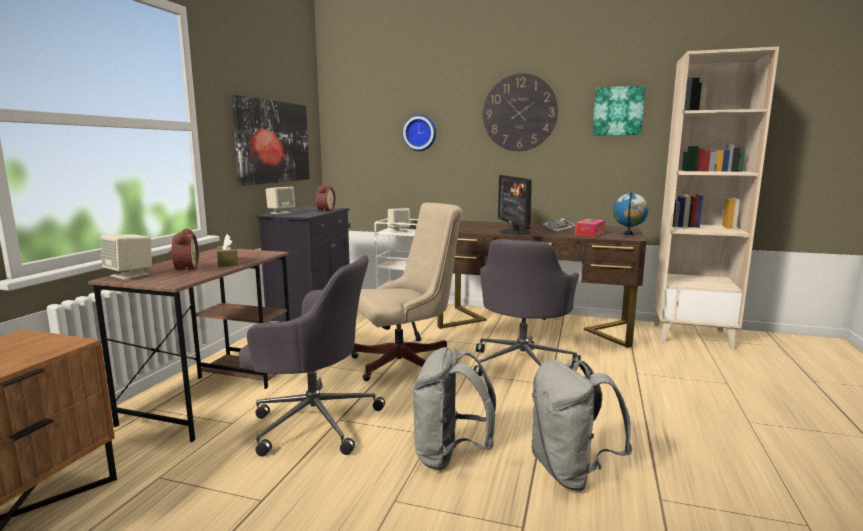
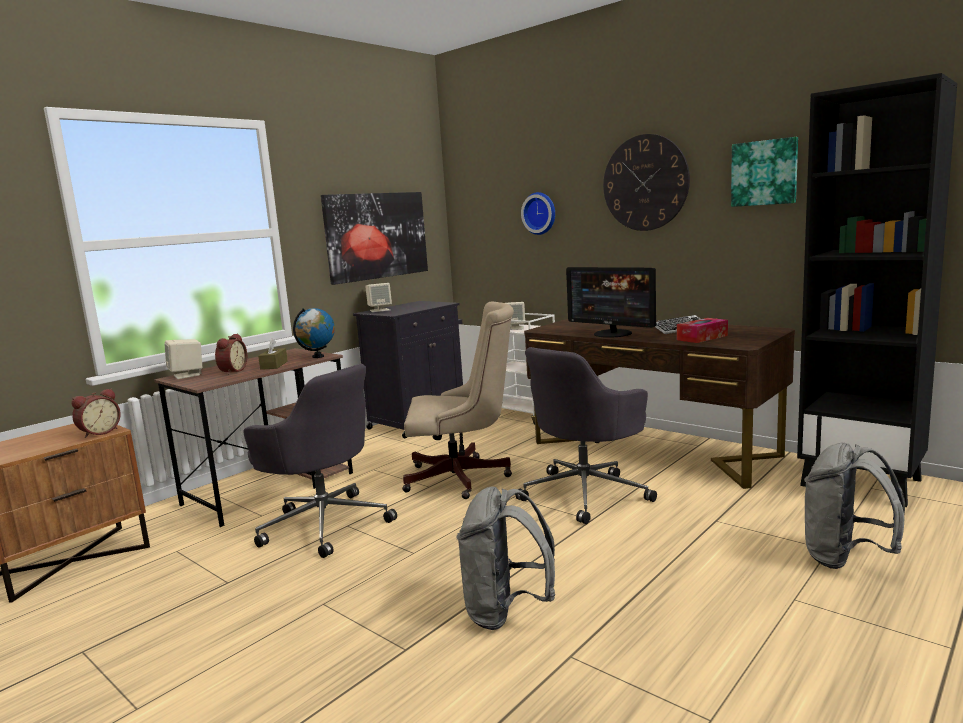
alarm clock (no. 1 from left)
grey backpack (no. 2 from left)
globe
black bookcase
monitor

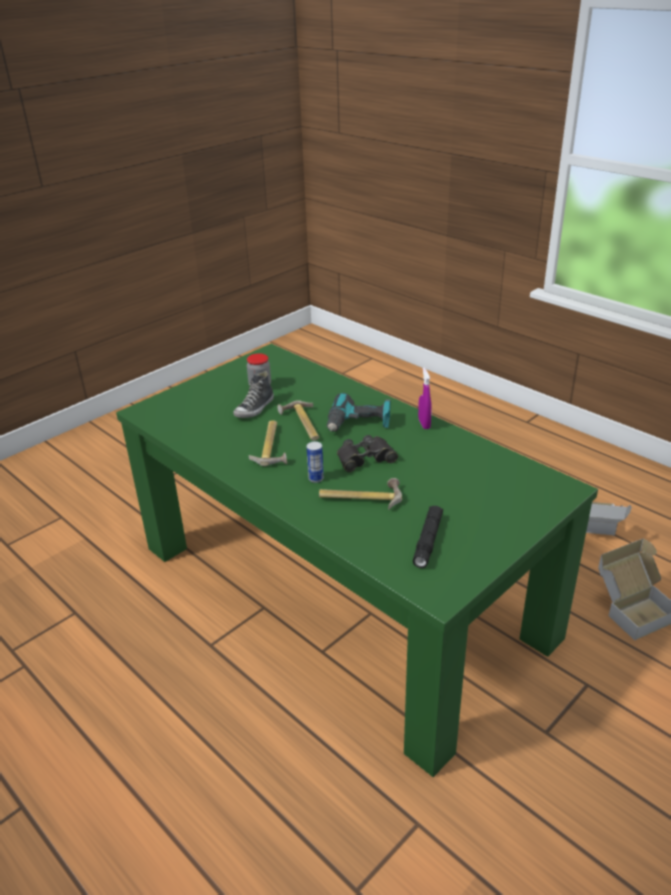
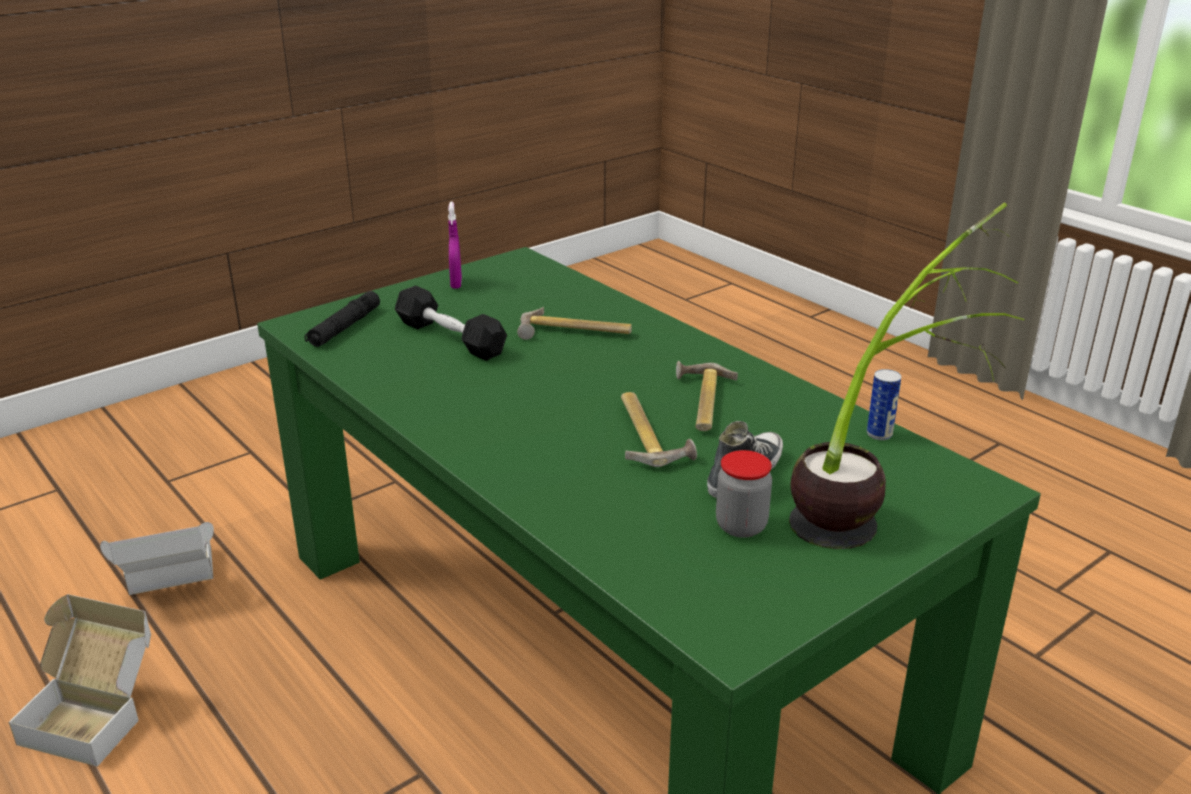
power drill
black binoculars
black dumbbell
potted plant
can
black flashlight
purple spray bottle

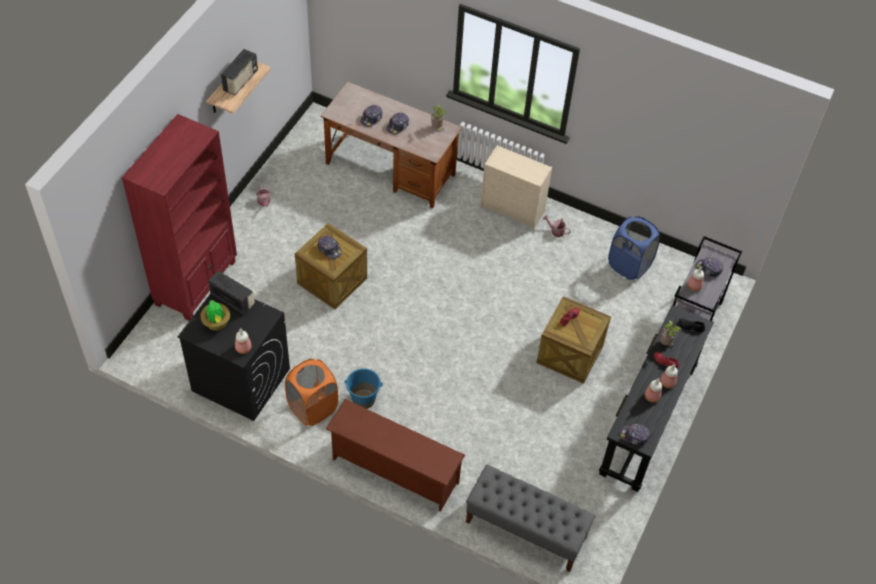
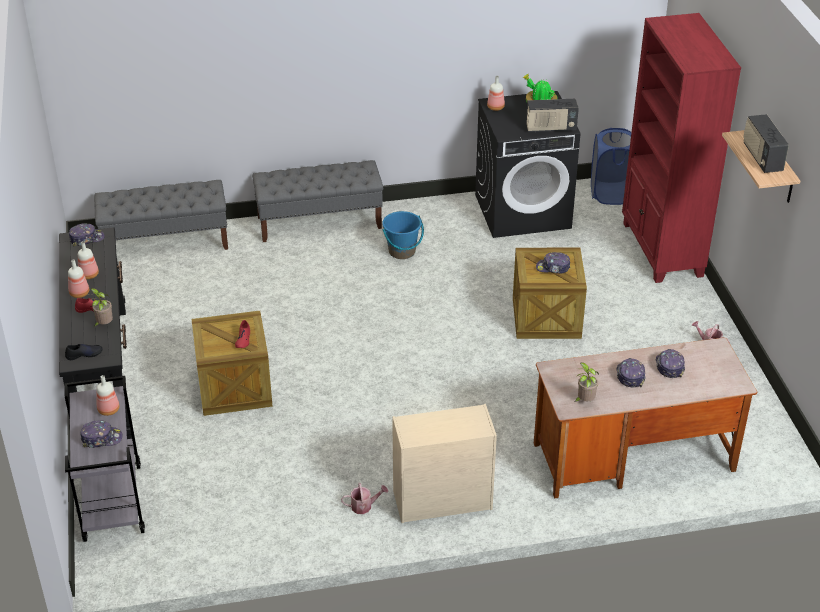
orange laundry basket
blue laundry basket
grey bench (no. 2 from left)

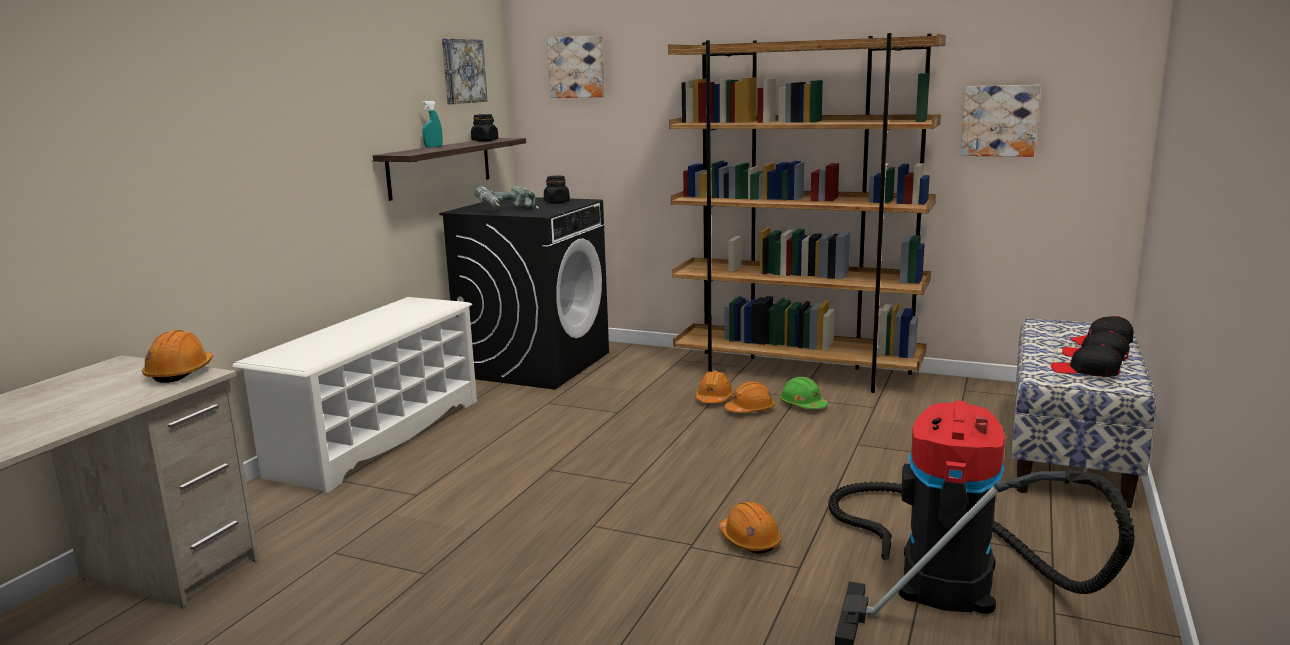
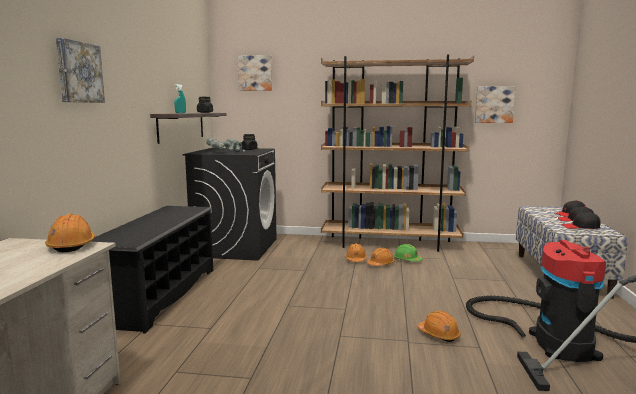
picture (no. 1 from left)
black shoe rack

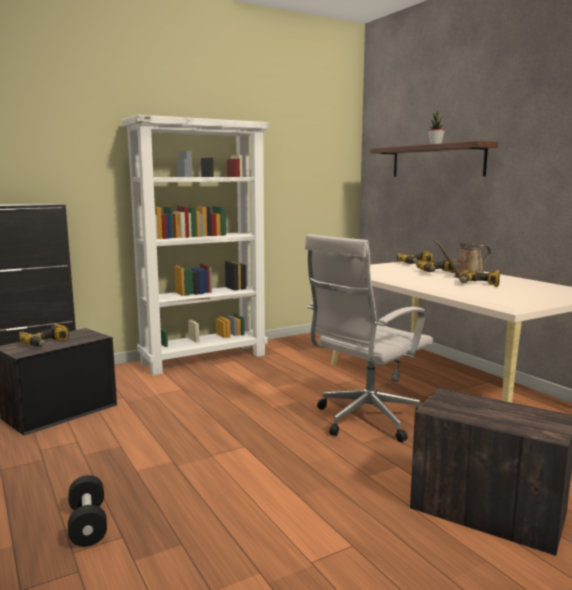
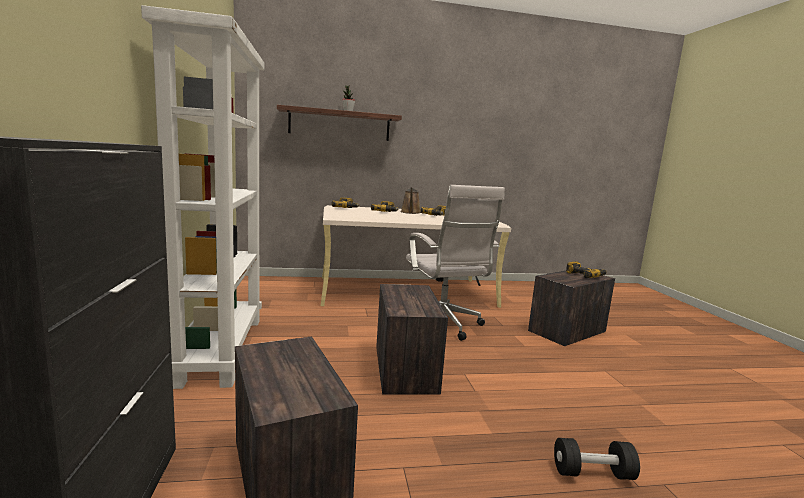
crate (no. 2 from left)
power drill (no. 4 from left)

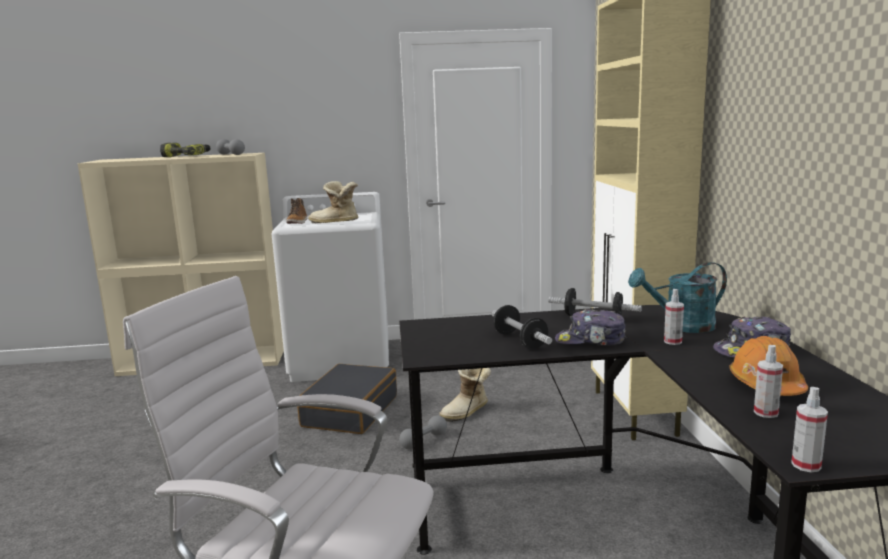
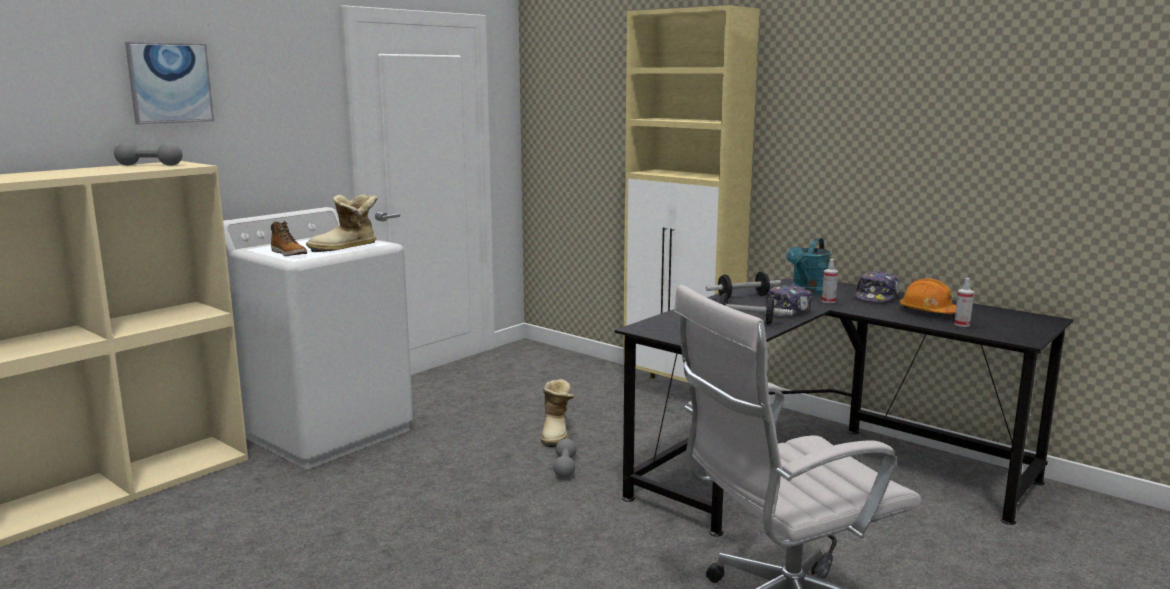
power drill
black suitcase
spray bottle (no. 3 from left in the first image)
picture

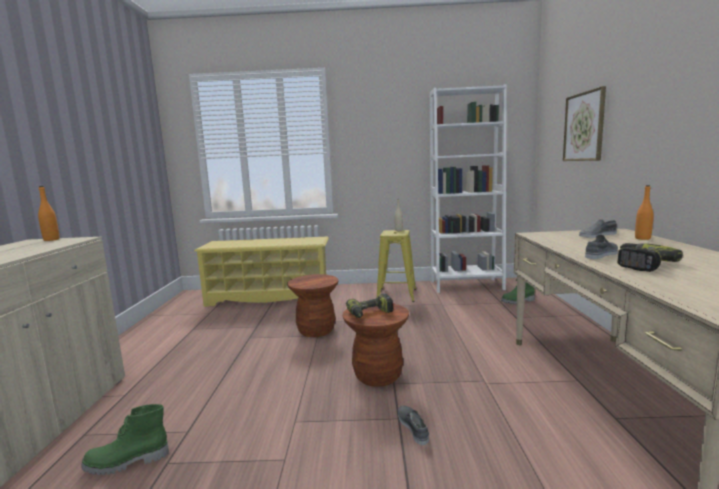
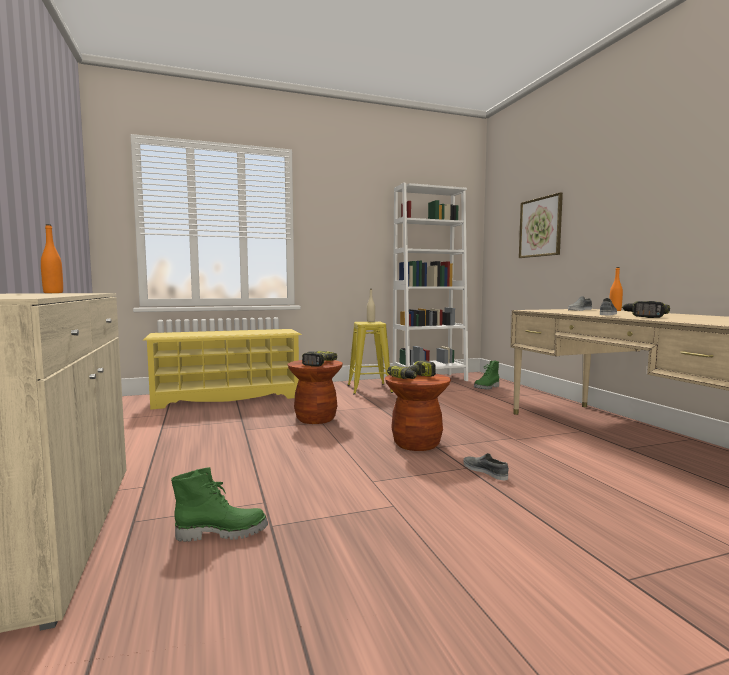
power drill (no. 1 from left)
green boot (no. 1 from left)

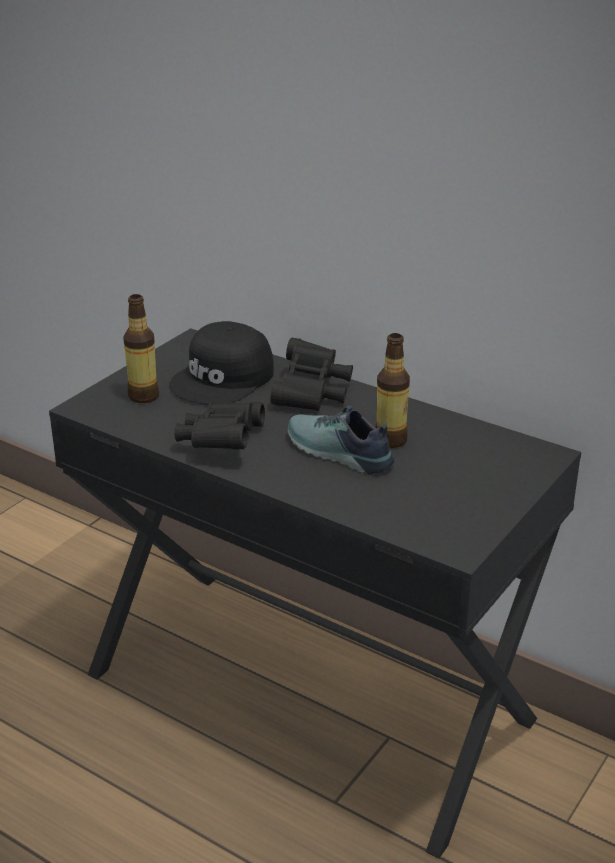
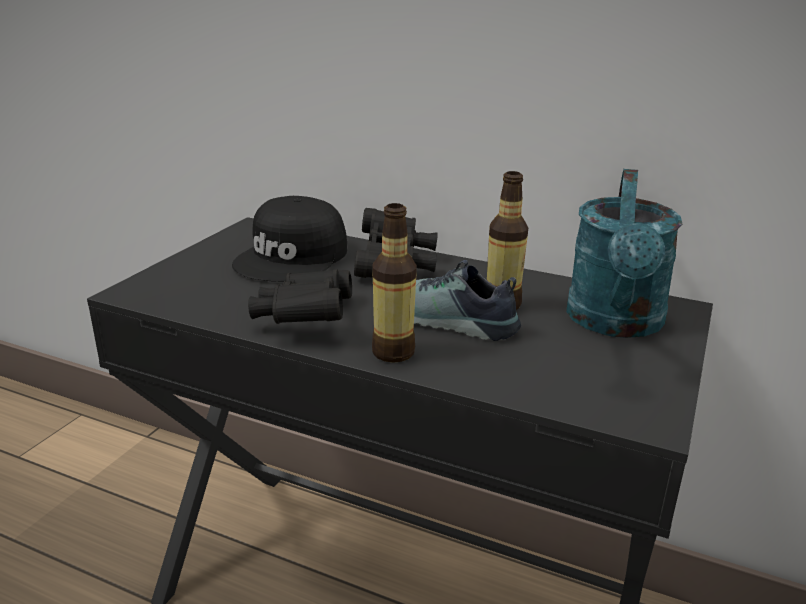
turquoise watering can
bottle (no. 1 from left)

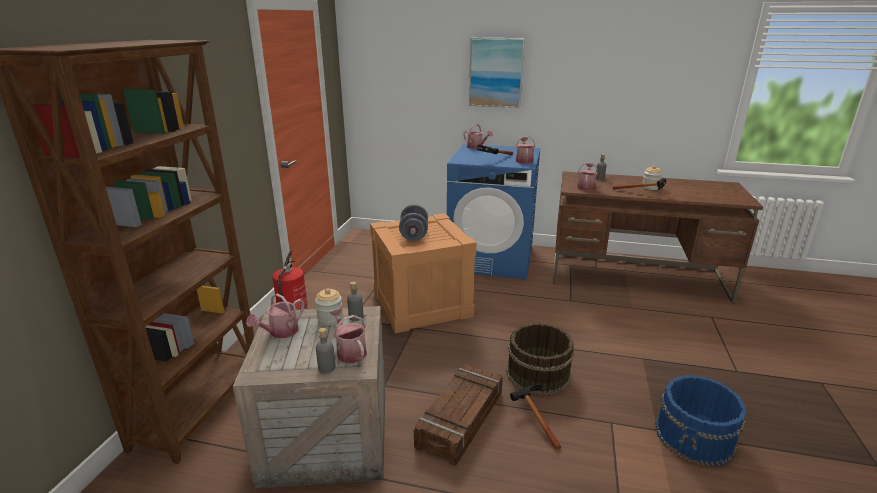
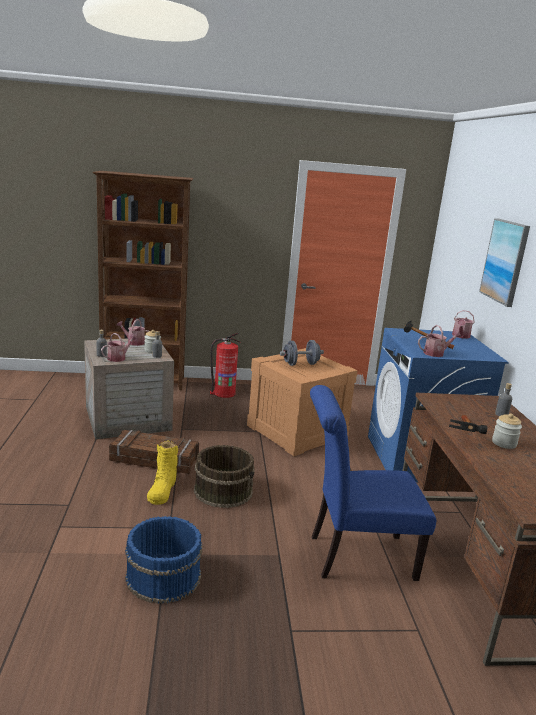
watering can (no. 5 from left in the first image)
blue chair
yellow boot

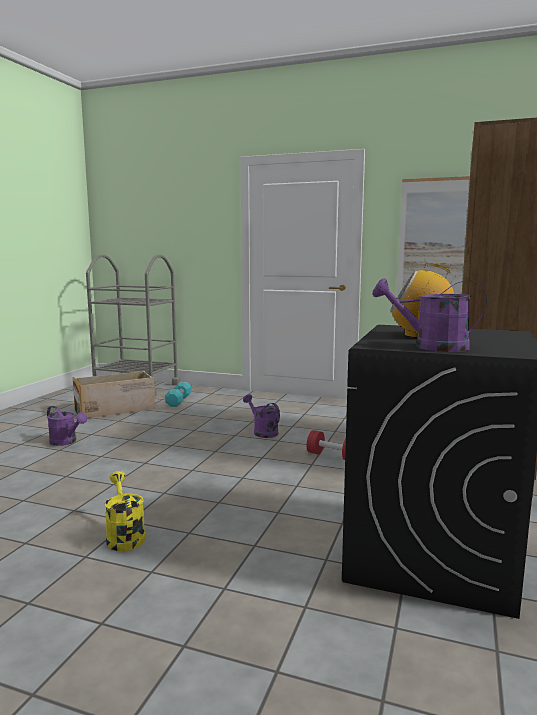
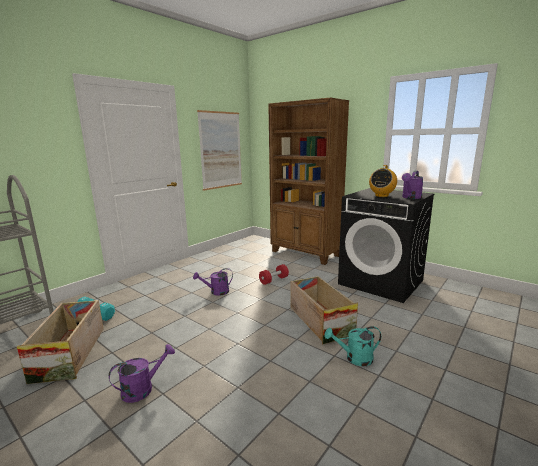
crate (no. 2 from left)
turquoise watering can

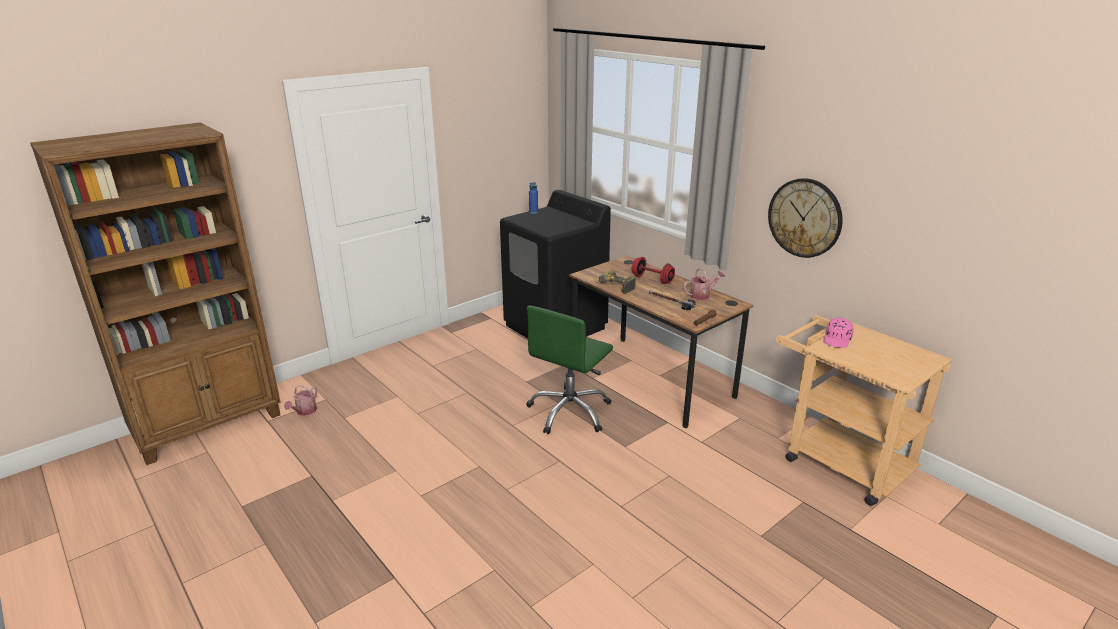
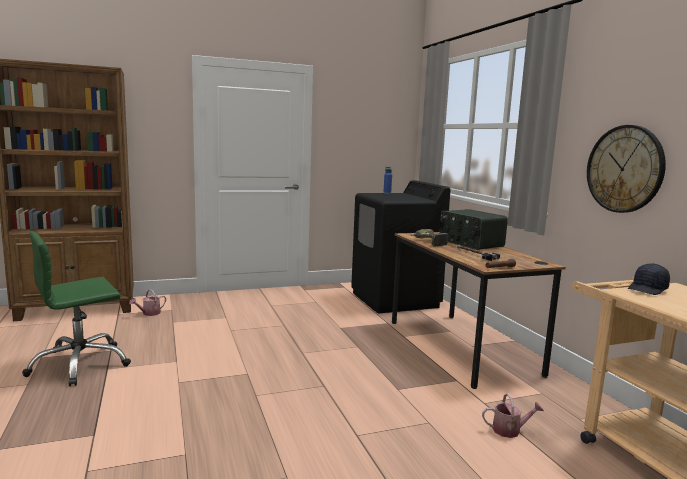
green office chair
watering can (no. 2 from left)
radio
black cap

